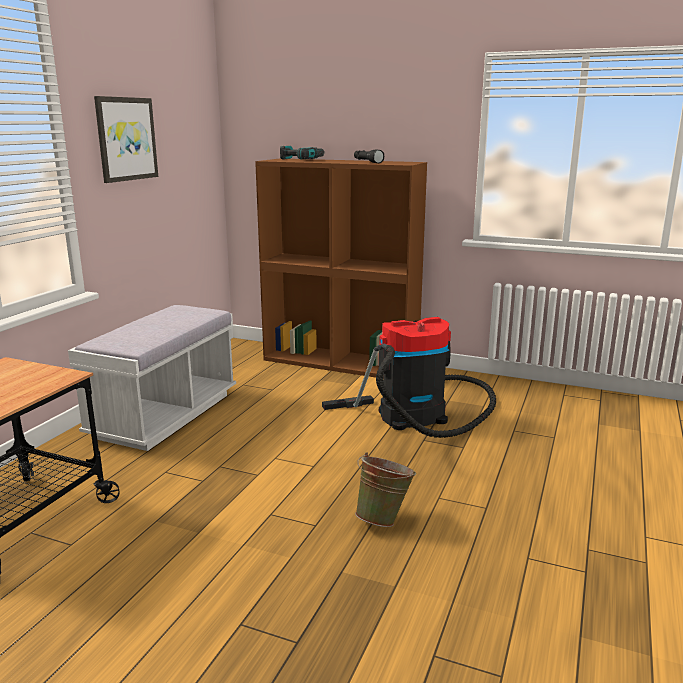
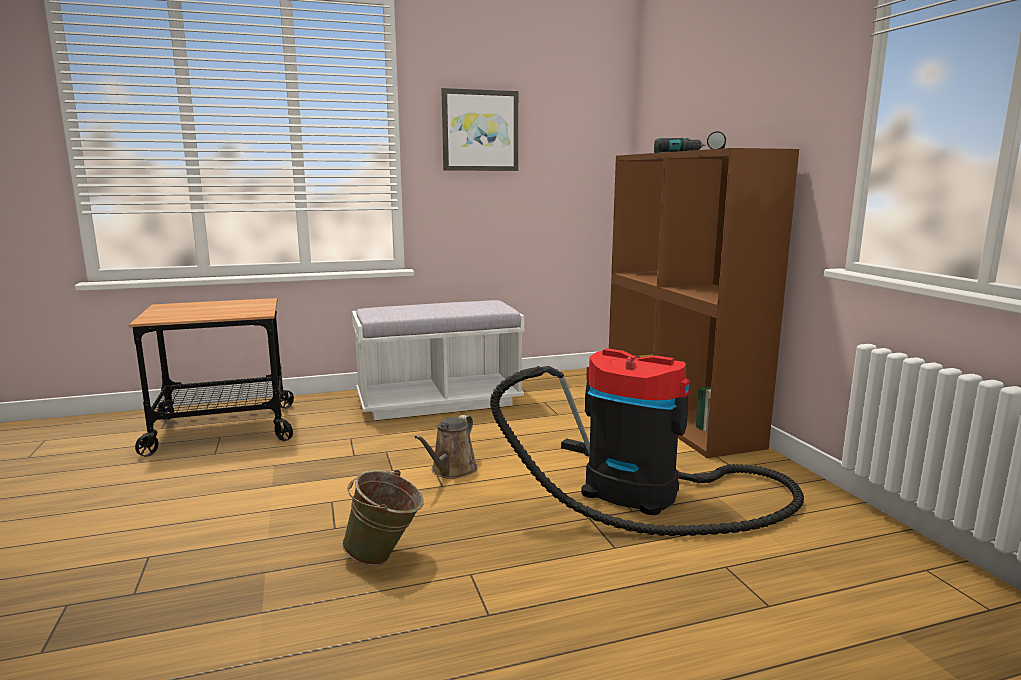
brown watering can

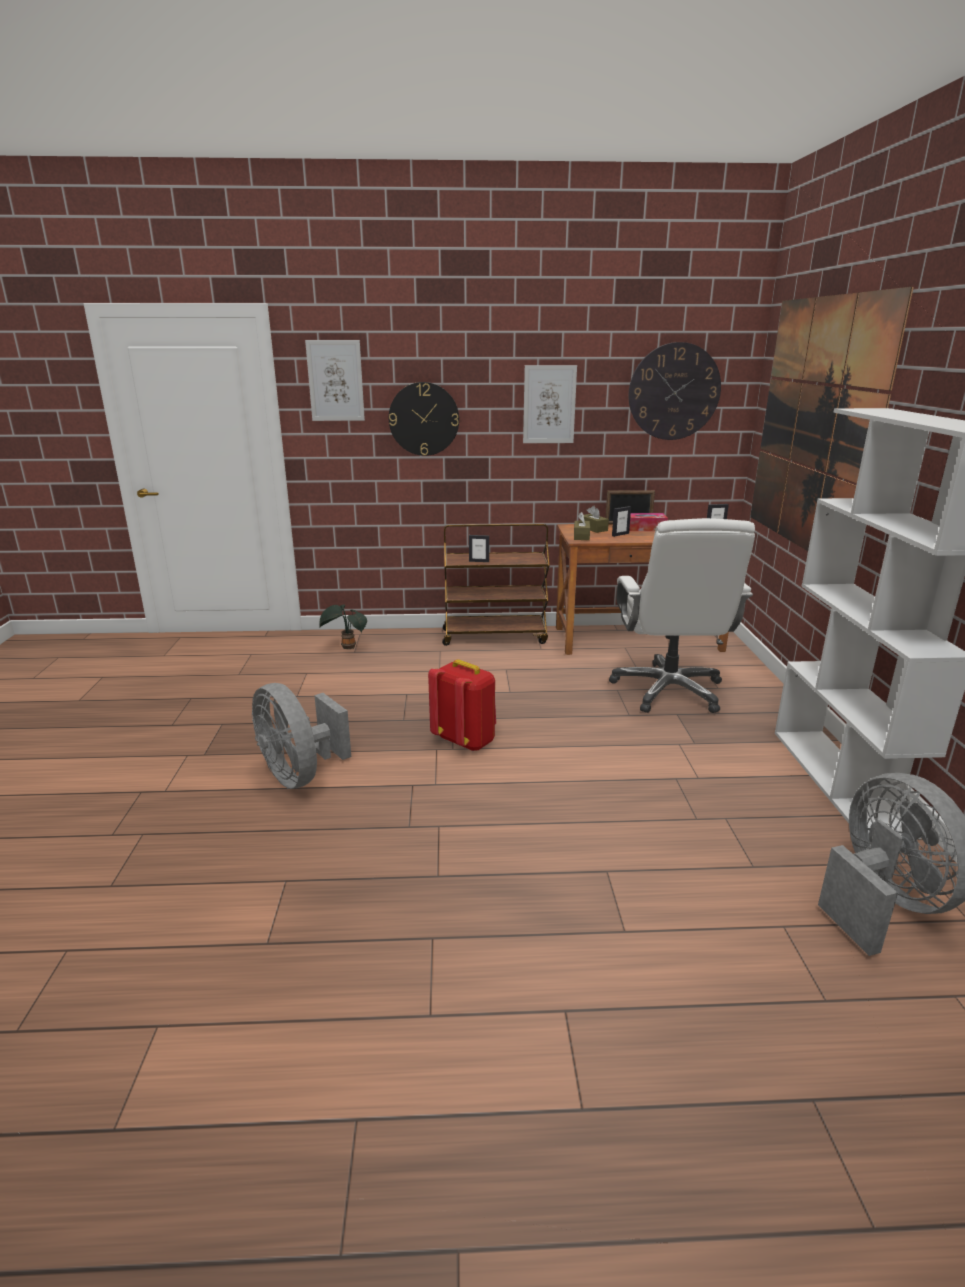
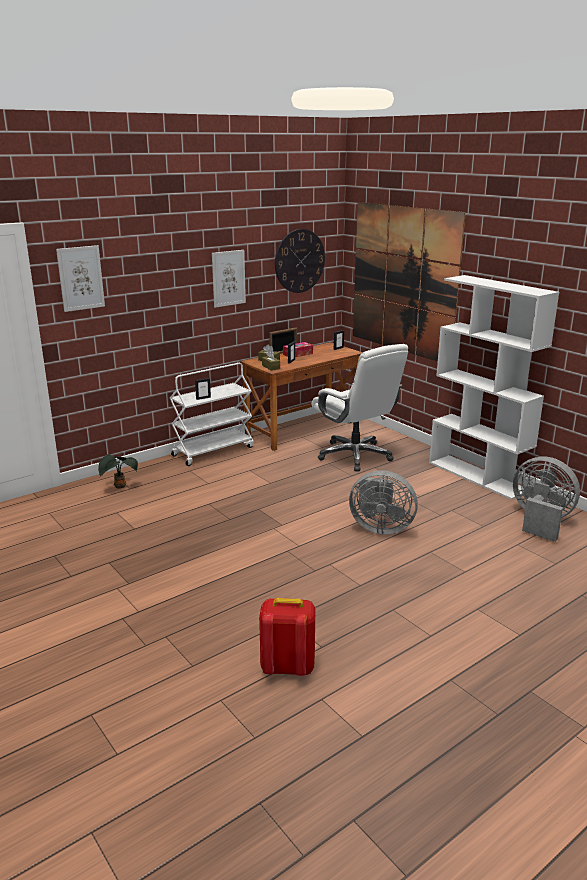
wall clock (no. 1 from left in the first image)
grey fan (no. 1 from left)
red backpack
white cart

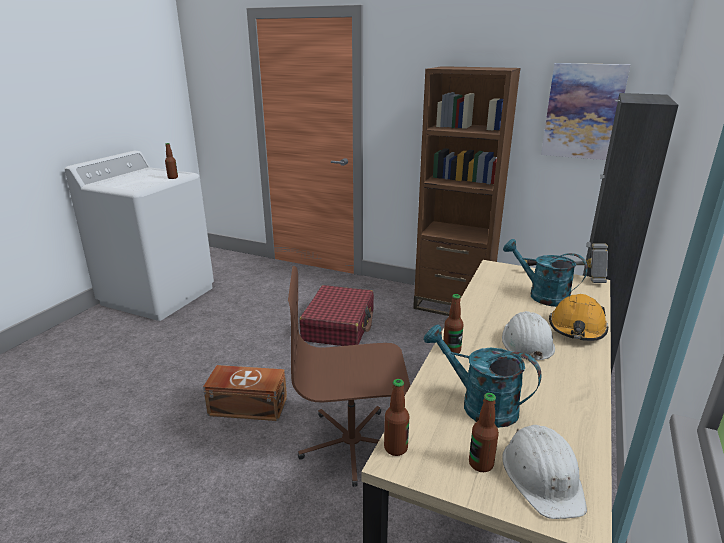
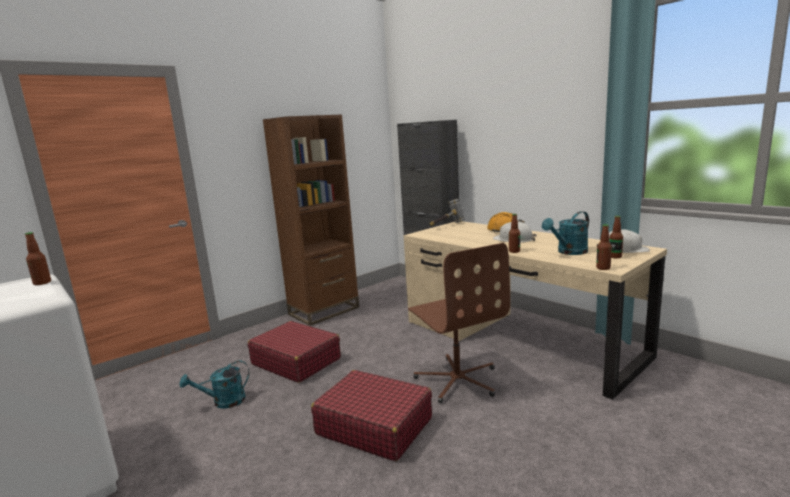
picture
turquoise watering can (no. 1 from left)
red suitcase (no. 2 from left)
brown office chair

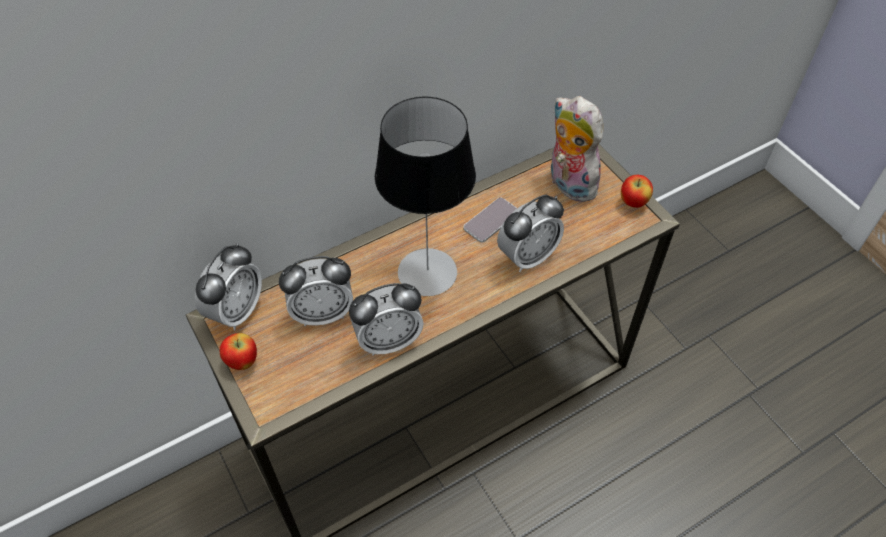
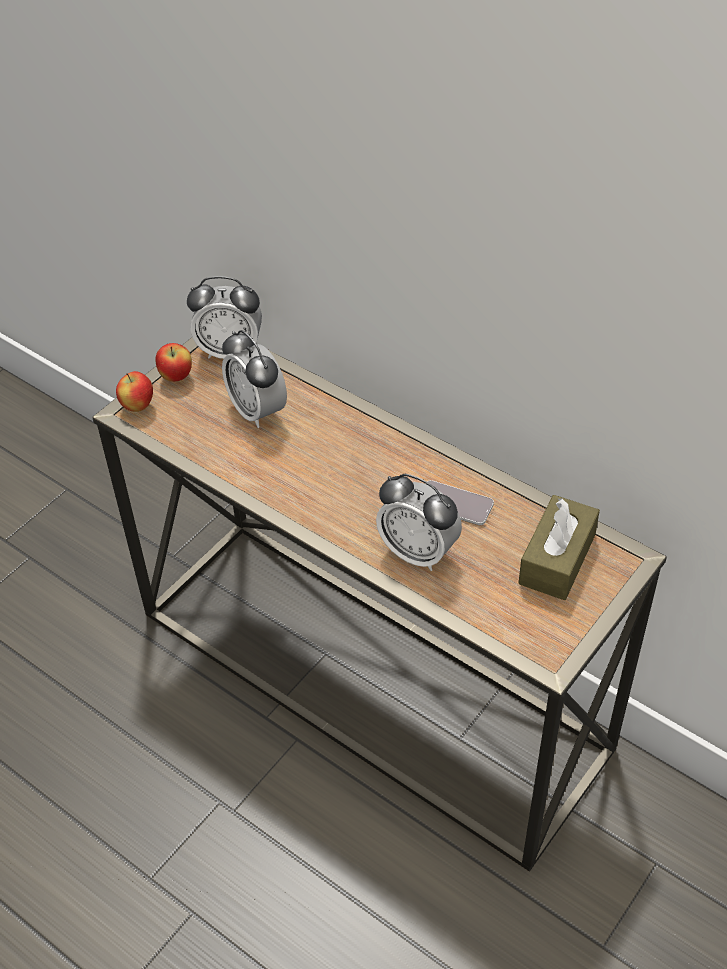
alarm clock (no. 3 from left in the first image)
table lamp
apple (no. 1 from left)
brown tissue box

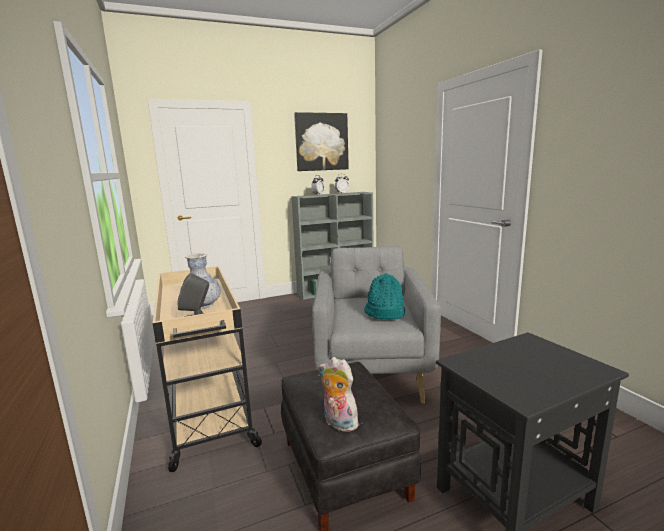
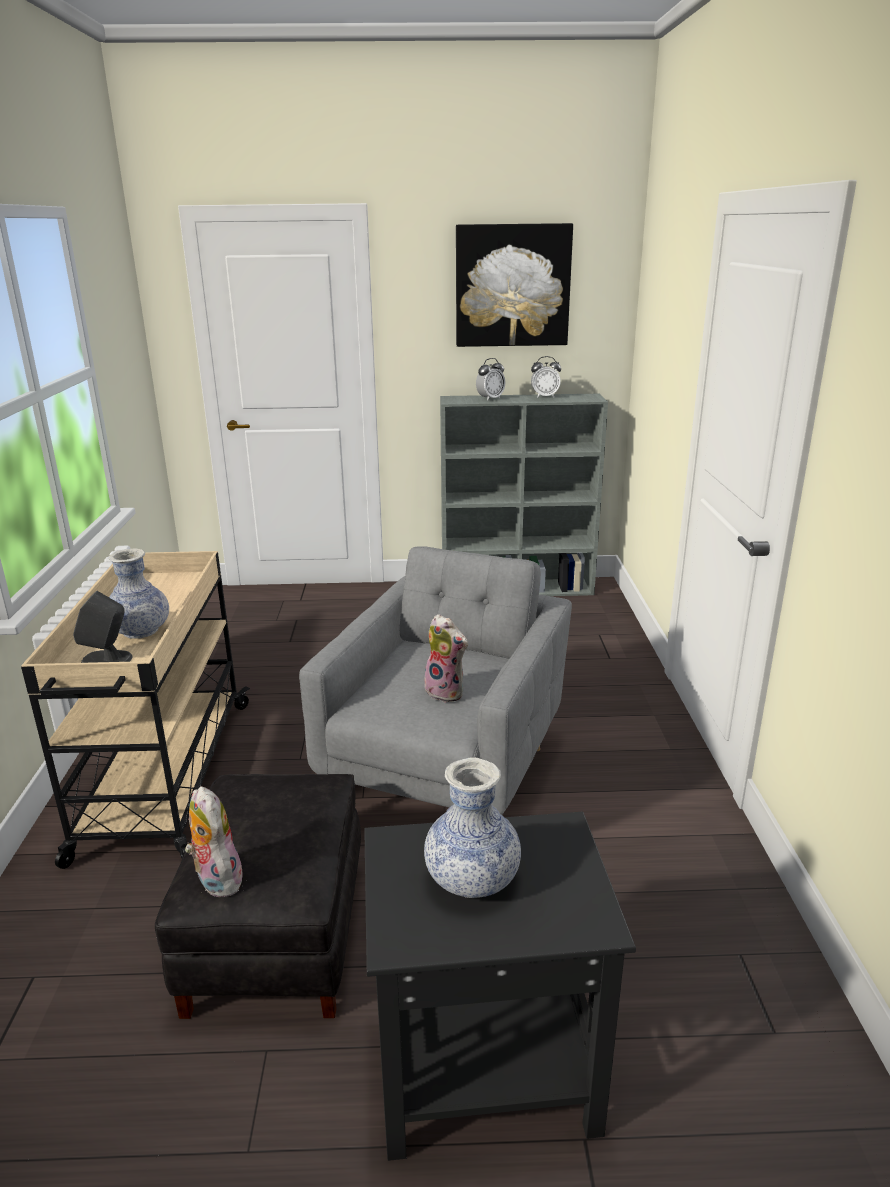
vase (no. 2 from left)
plush toy (no. 2 from left)

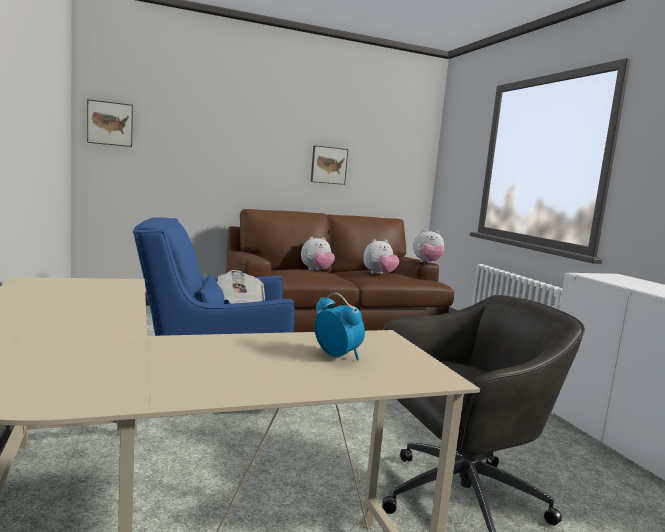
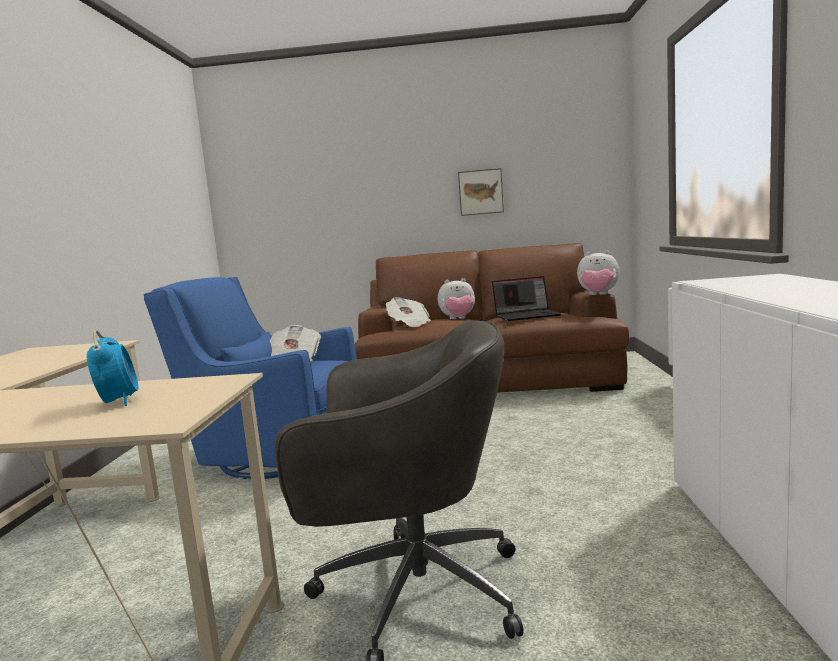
picture (no. 1 from left in the first image)
newspaper (no. 2 from left)
laptop

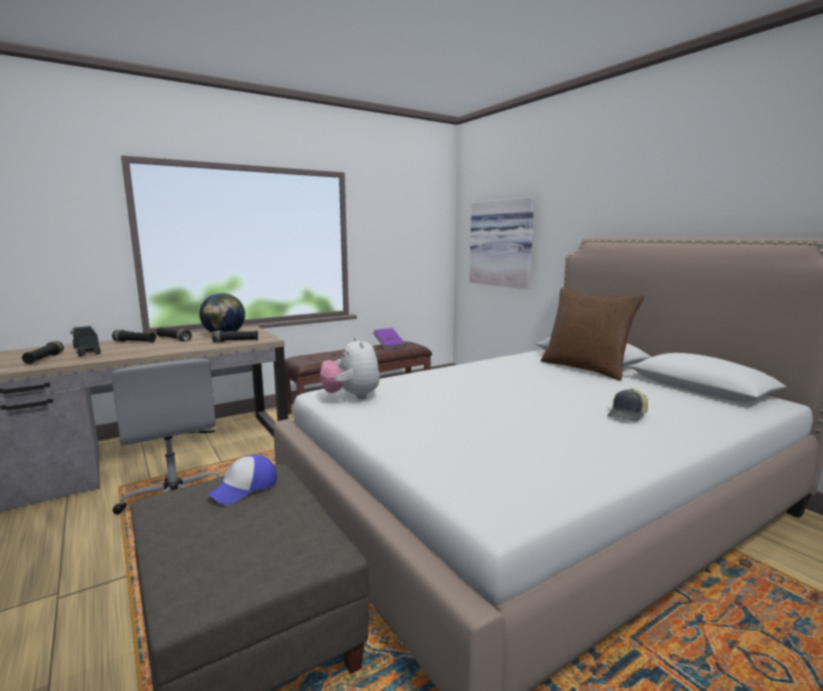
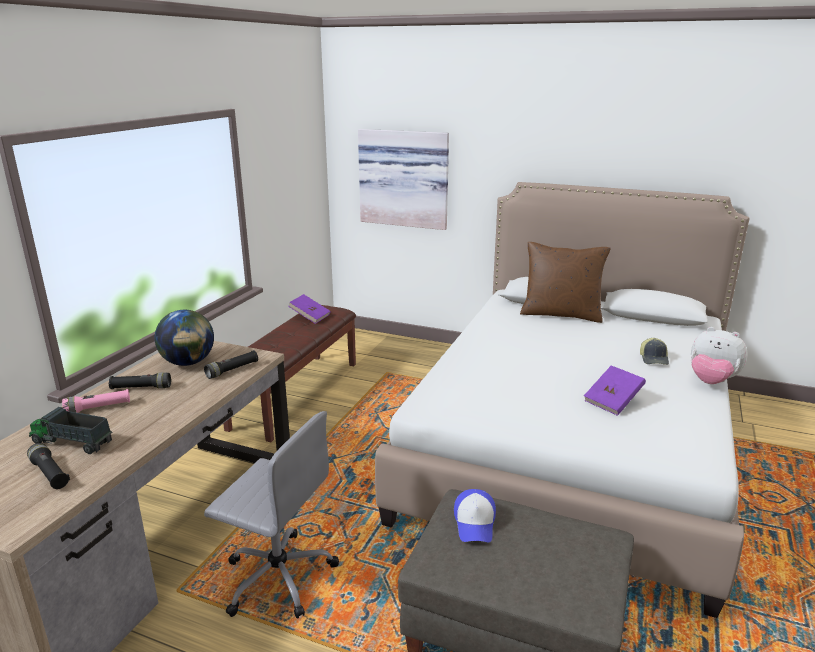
purple book (no. 2 from left)
plush toy
pink flashlight

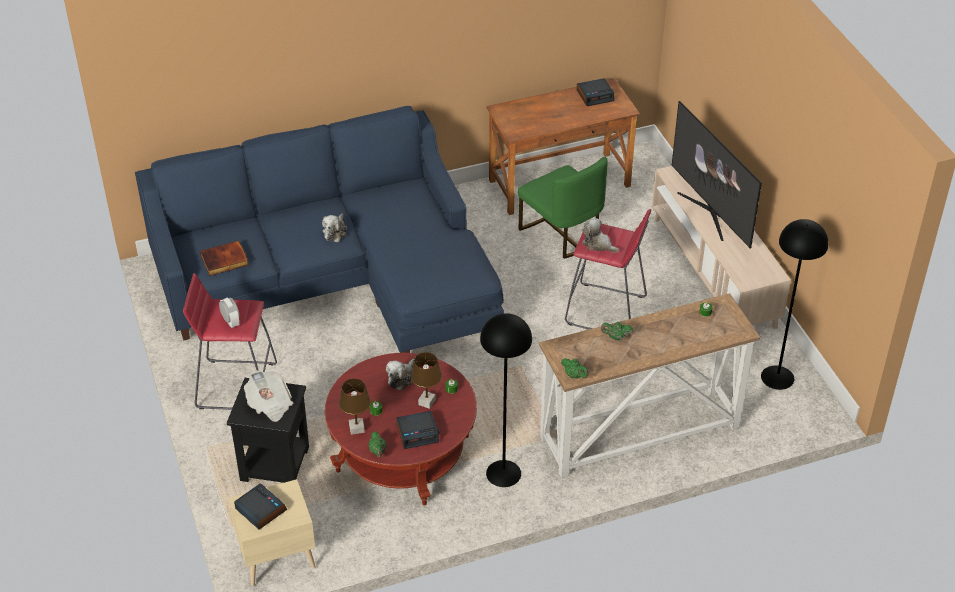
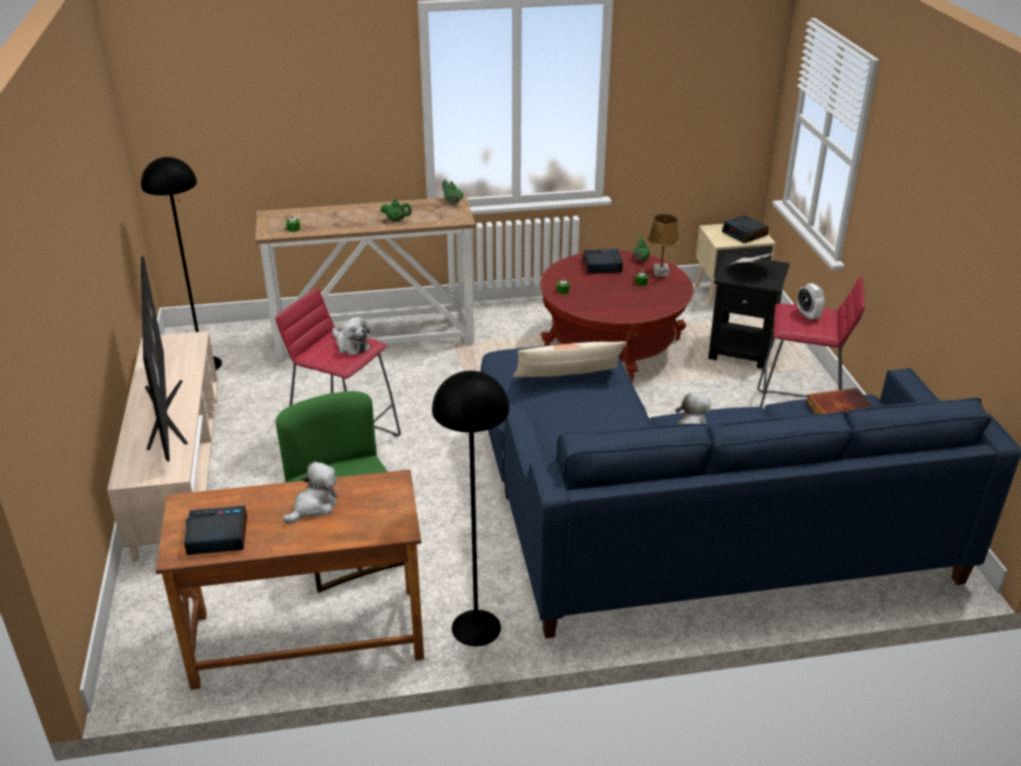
brown table lamp (no. 2 from left in the first image)
pillow
plush toy (no. 1 from left)
black floor lamp (no. 2 from left)

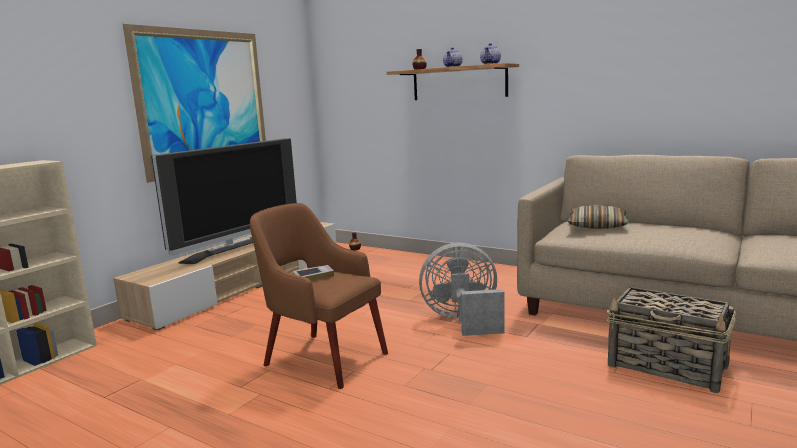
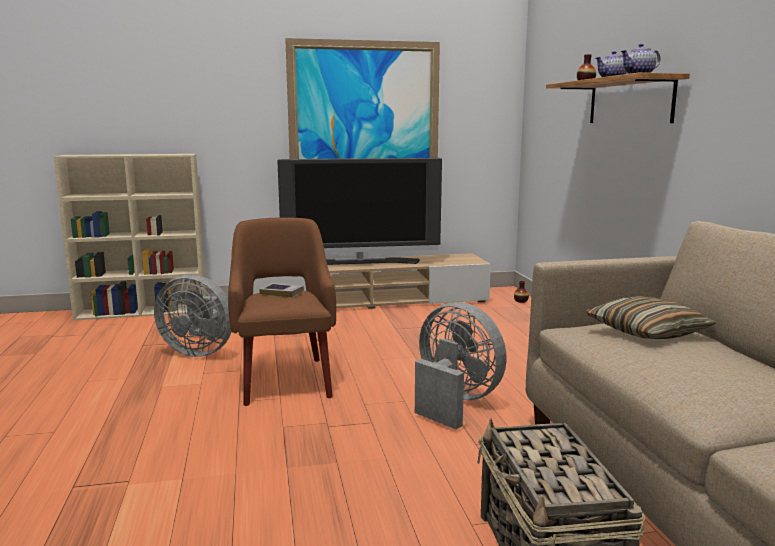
grey fan (no. 1 from left)

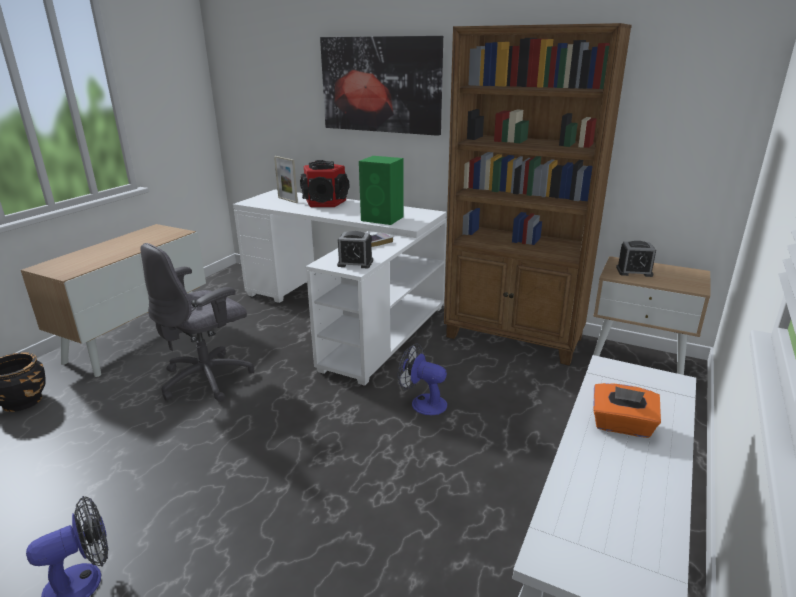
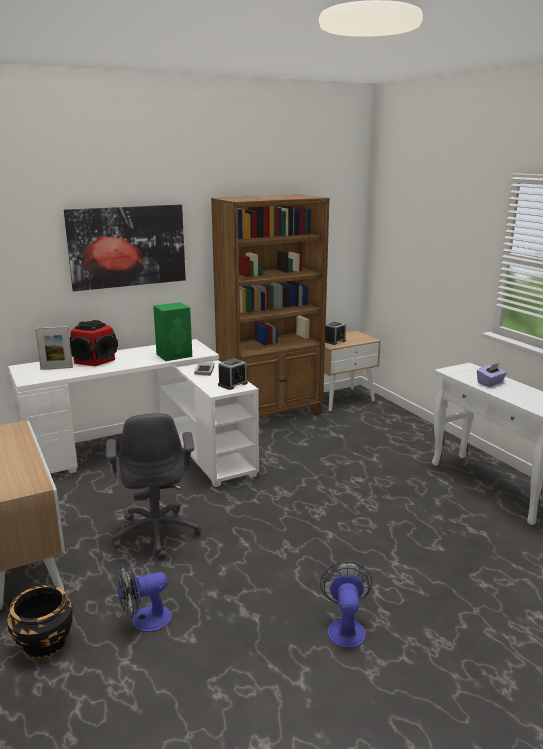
fan (no. 1 from left)
purple tissue box

